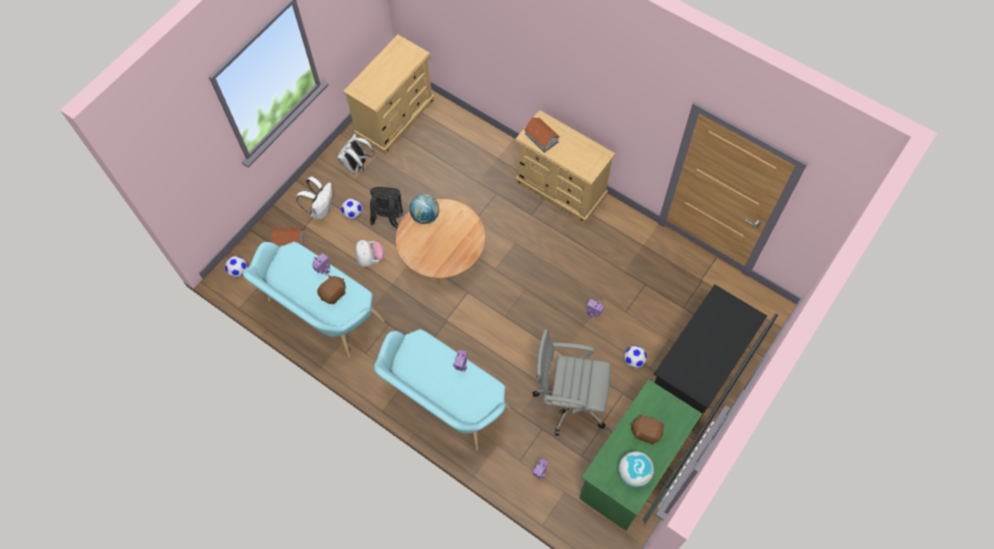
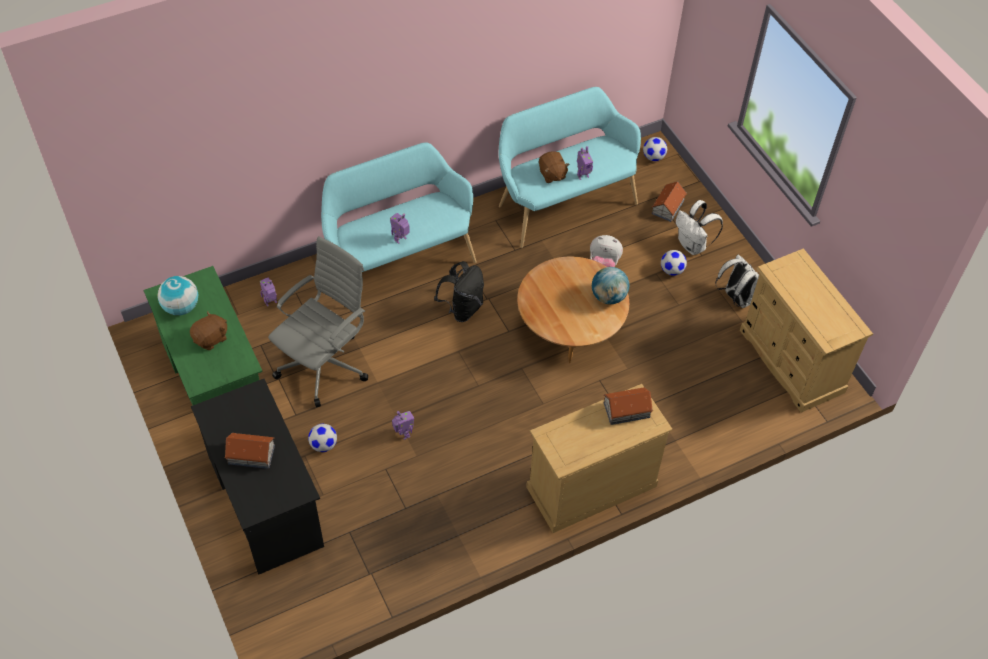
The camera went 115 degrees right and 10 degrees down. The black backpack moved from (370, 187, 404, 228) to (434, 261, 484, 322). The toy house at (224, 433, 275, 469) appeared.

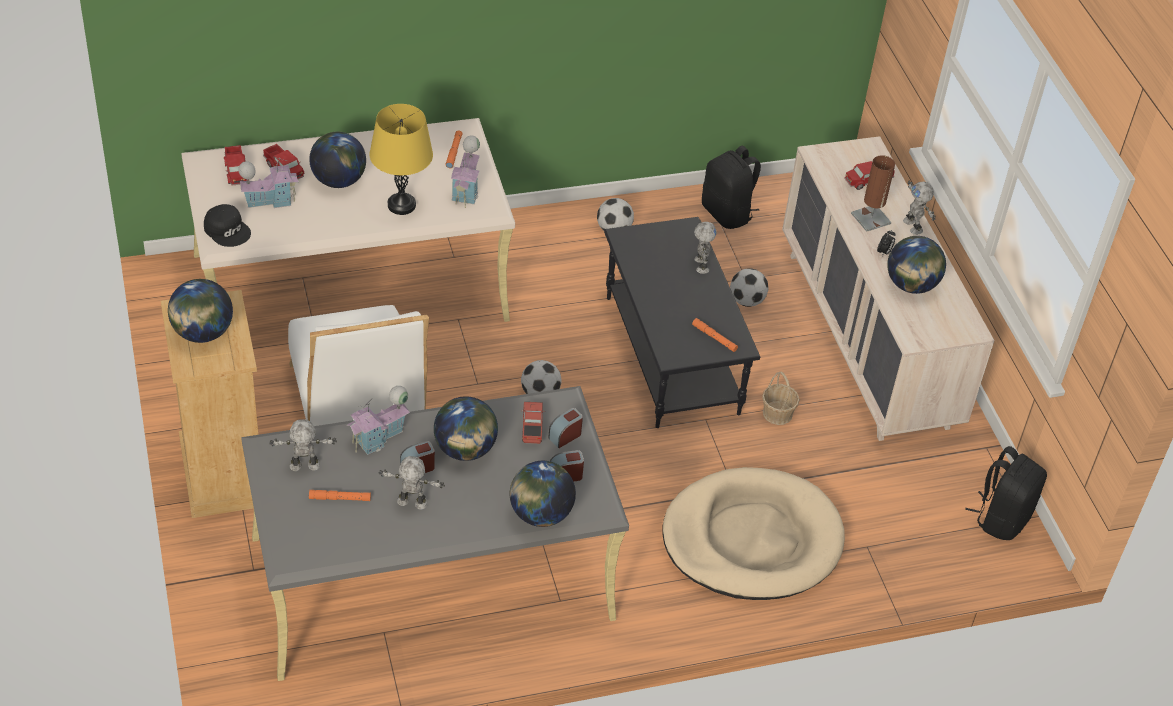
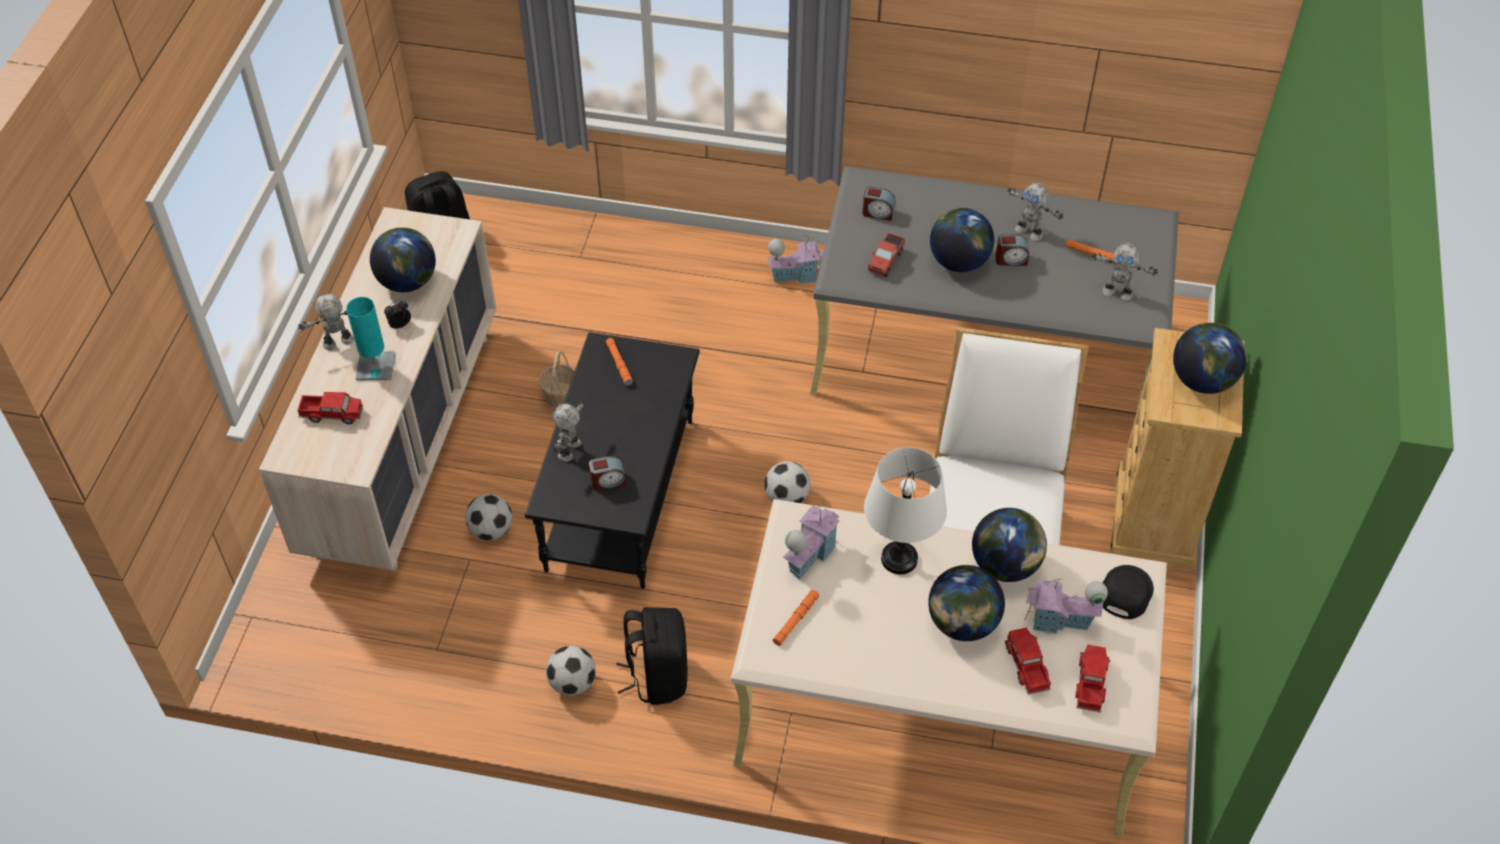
The camera went 150 degrees left and 5 degrees up. The yellow table lamp at (369, 104, 433, 215) became the white table lamp at (864, 447, 947, 574). The black backpack moved from (702, 146, 761, 229) to (616, 607, 688, 705). The brown table lamp at (851, 155, 895, 232) became the turquoise table lamp at (346, 297, 395, 380). The toy robot at (903, 180, 936, 235) turned 120 degrees counterclockwise. The black cap at (204, 204, 251, 247) turned 45 degrees clockwise. The toy house moved from (346, 386, 410, 455) to (768, 235, 824, 284). The alarm clock moved from (548, 408, 583, 448) to (589, 456, 626, 491). The globe moved from (510, 461, 576, 527) to (972, 508, 1047, 582). The beige dog bed at (663, 467, 845, 600) disappeared.

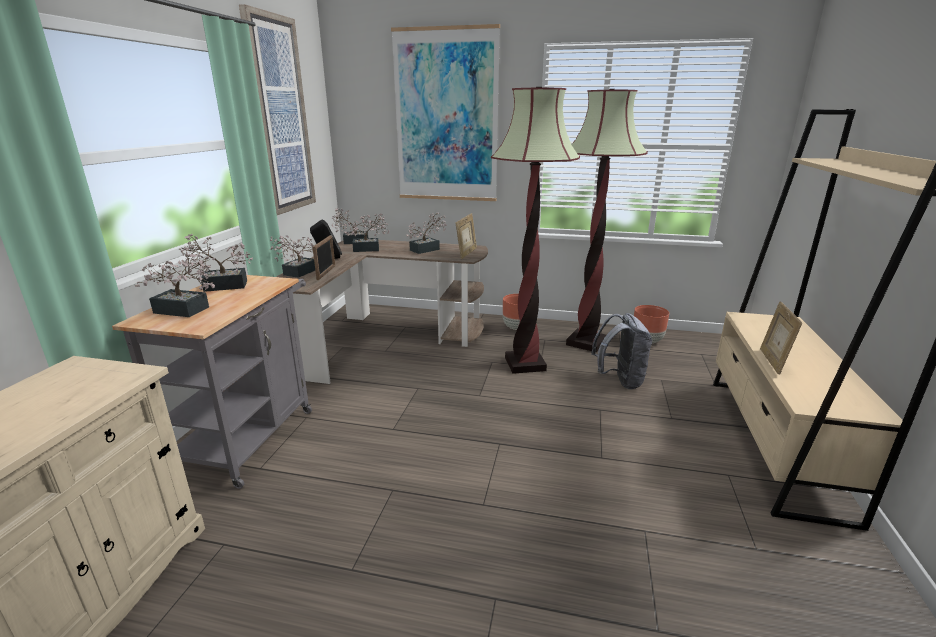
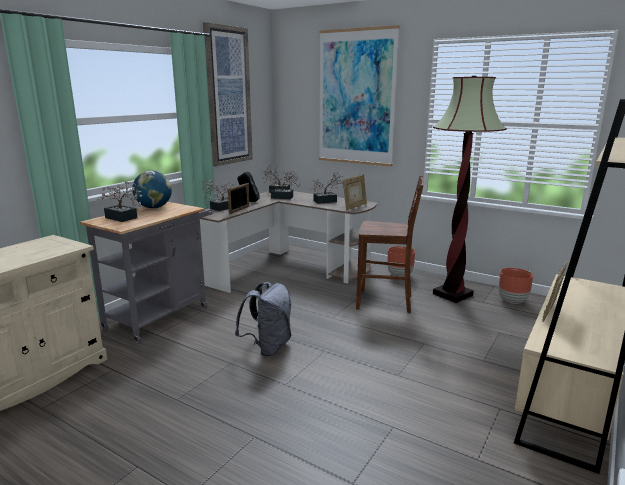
The camera went 20 degrees right and 5 degrees down. The floor lamp at (491, 87, 580, 374) was replaced by the brown chair at (356, 176, 424, 313). The potted plant at (179, 234, 253, 292) was replaced by the globe at (132, 171, 172, 208). The grey backpack moved from (591, 313, 652, 389) to (235, 282, 291, 357).

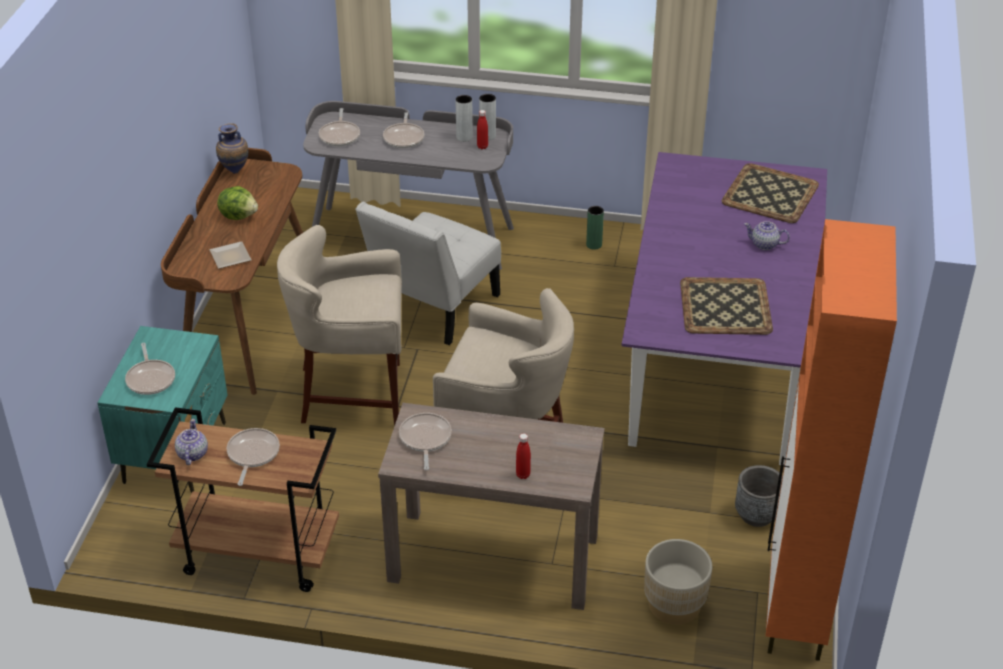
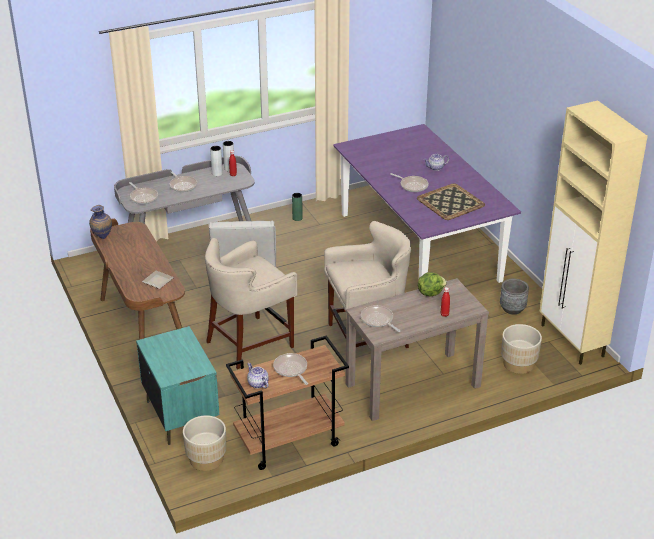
The camera went 35 degrees left and 5 degrees down. The tray at (722, 163, 819, 223) disappeared. The lettuce moved from (217, 186, 258, 220) to (418, 272, 447, 297). The orange cabinet at (766, 219, 897, 661) became the beige cabinet at (539, 101, 648, 365). The frying pan moved from (125, 343, 175, 395) to (390, 173, 429, 192). The beige planter at (183, 415, 226, 471) appeared.

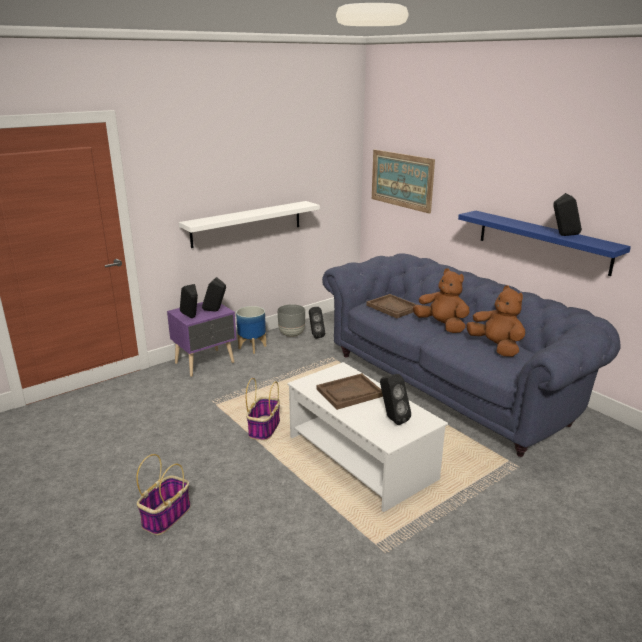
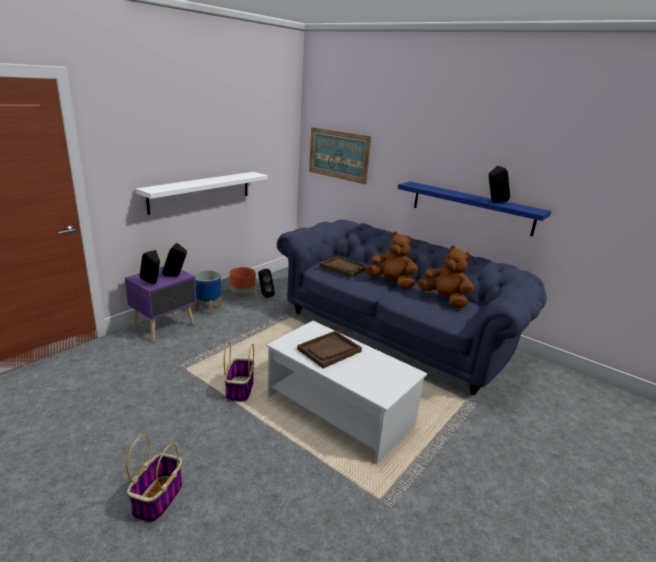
The camera went 15 degrees left and 0 degrees up. The grey planter at (278, 304, 305, 337) became the brown planter at (230, 267, 256, 297). The black speaker at (380, 374, 411, 425) disappeared.

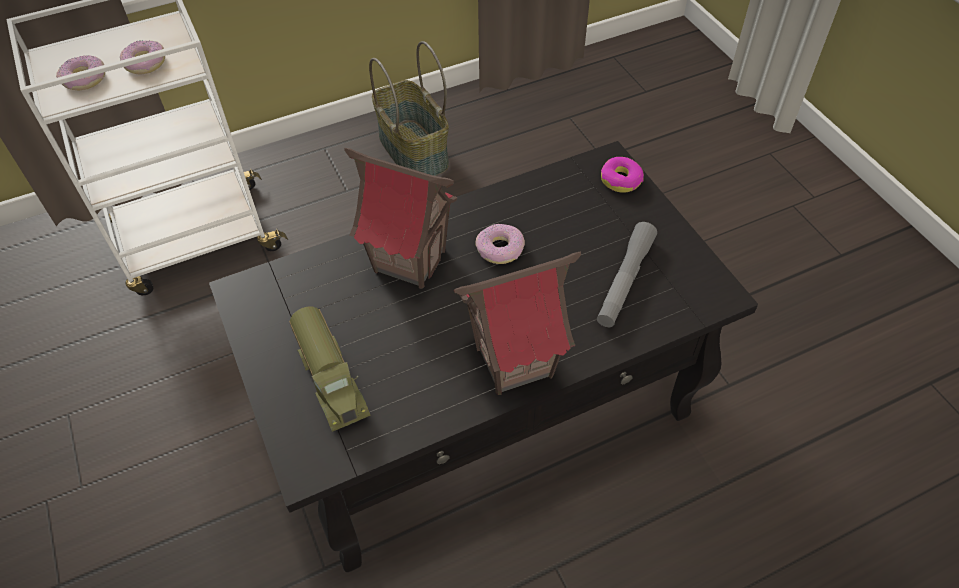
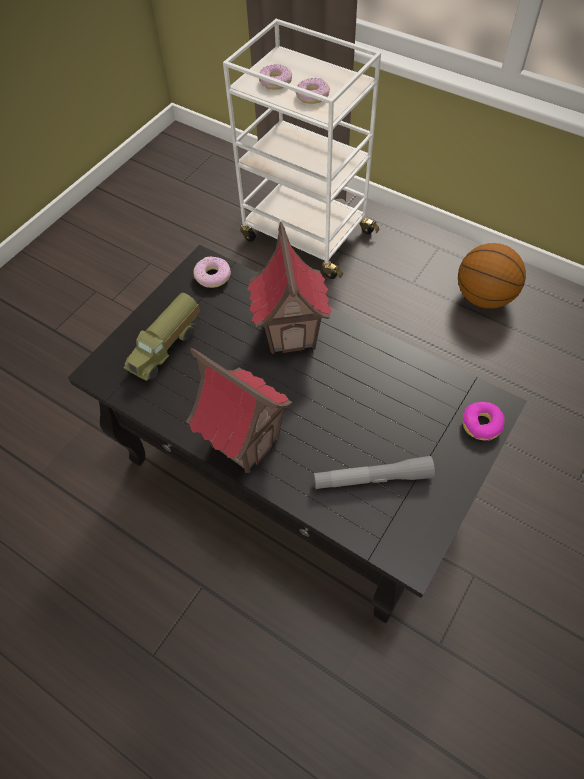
The camera went 60 degrees right and 5 degrees up. The basket at (369, 41, 449, 176) was replaced by the basketball at (458, 243, 526, 309). The donut moved from (475, 224, 525, 264) to (194, 257, 231, 288).

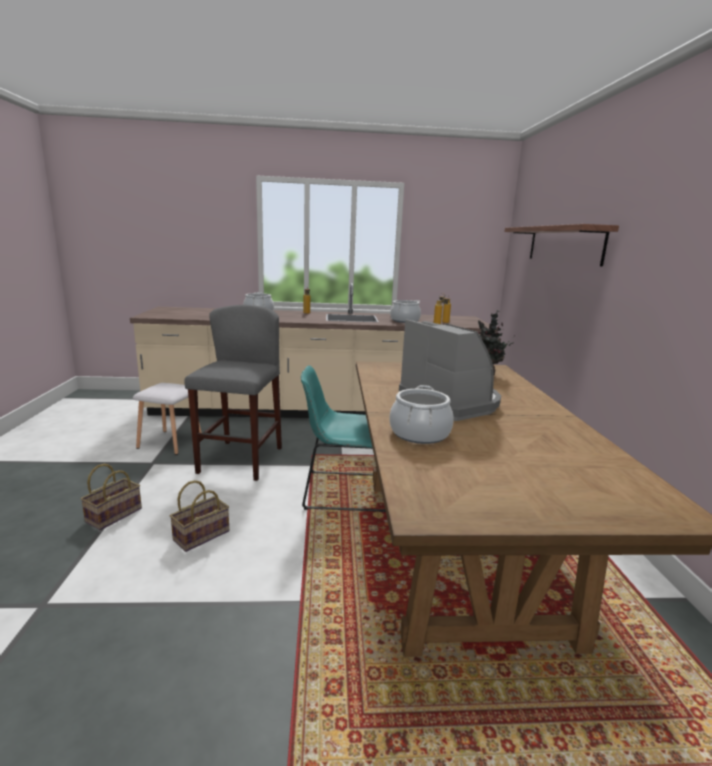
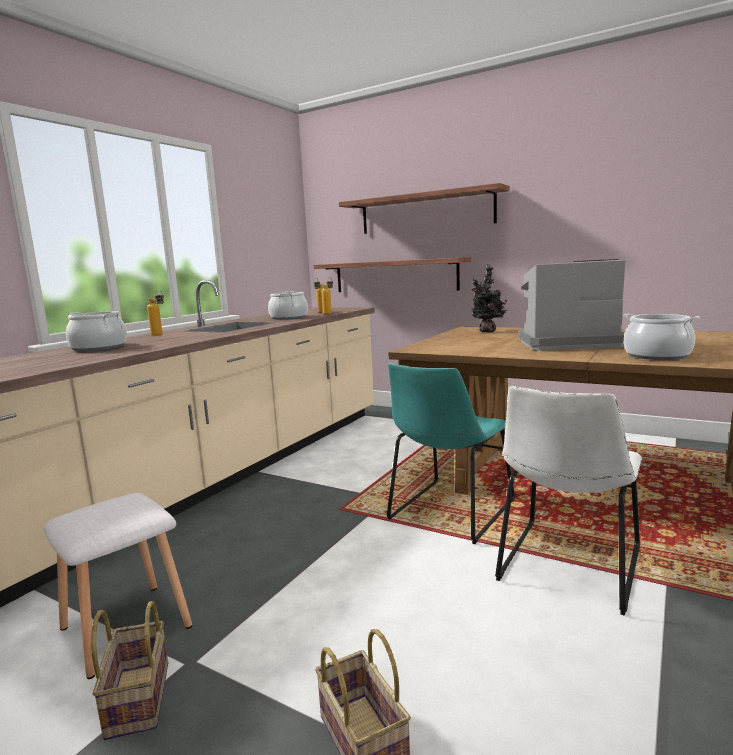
The camera went 55 degrees left and 5 degrees down. The grey stool at (184, 305, 282, 481) disappeared. The basket moved from (170, 480, 229, 552) to (91, 601, 168, 740). The shelf at (314, 257, 471, 292) appeared. The white chair at (495, 386, 642, 616) appeared.

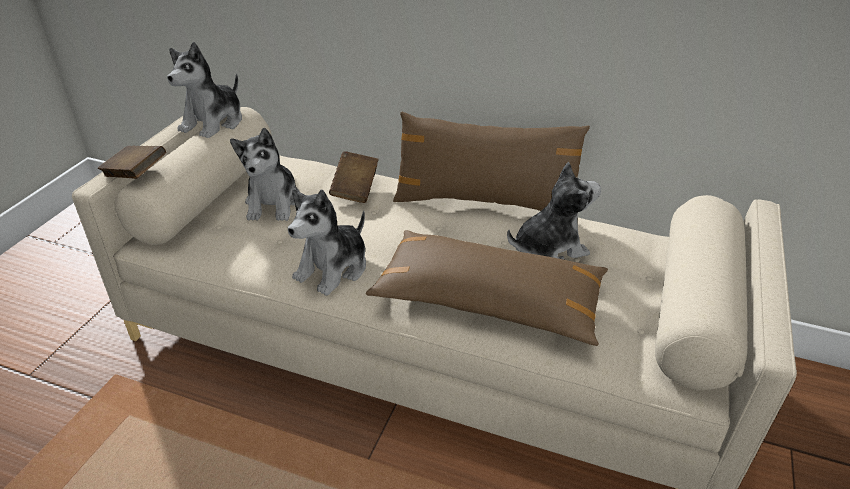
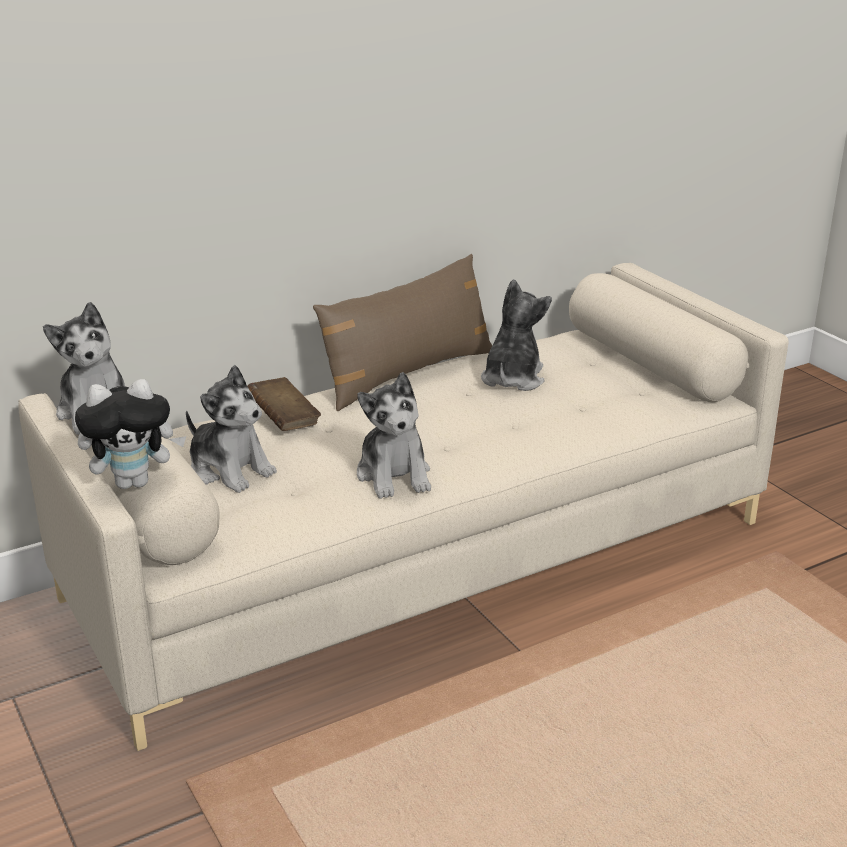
The camera went 50 degrees left and 10 degrees down. The brown book at (98, 145, 166, 179) was replaced by the plush toy at (75, 379, 186, 489). The brown pillow at (366, 230, 608, 346) disappeared.

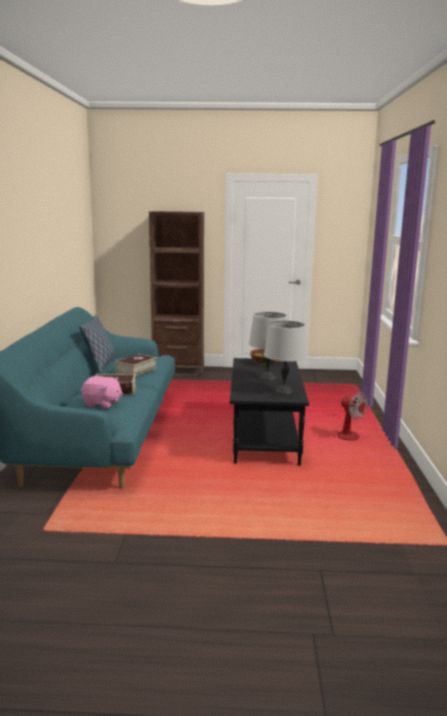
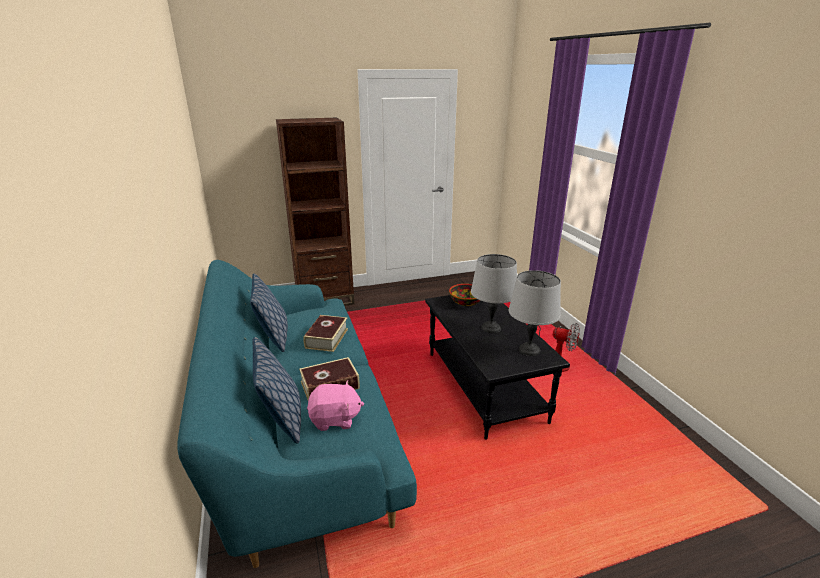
The camera went 20 degrees left and 10 degrees up. The pillow at (252, 337, 301, 444) appeared.

